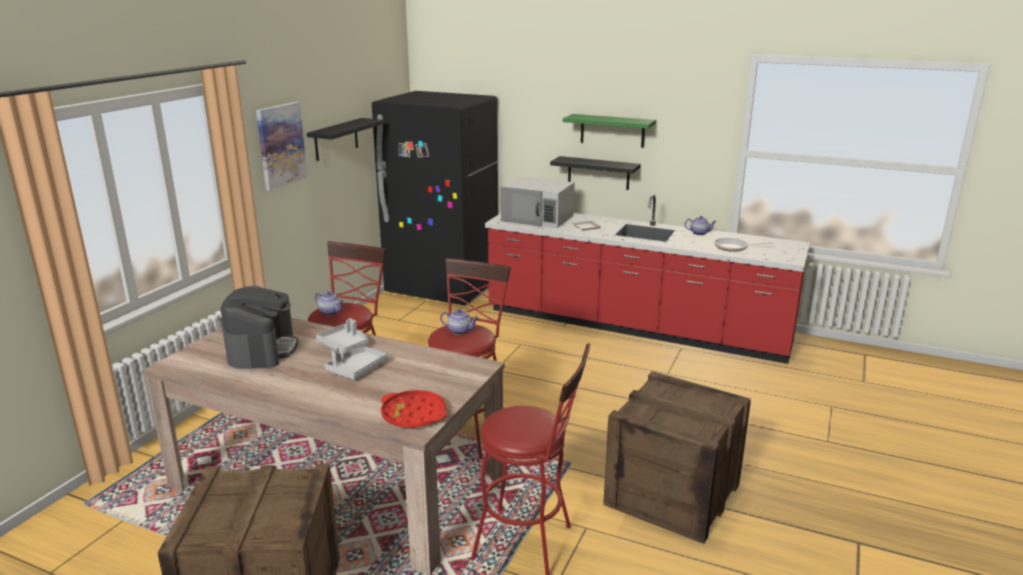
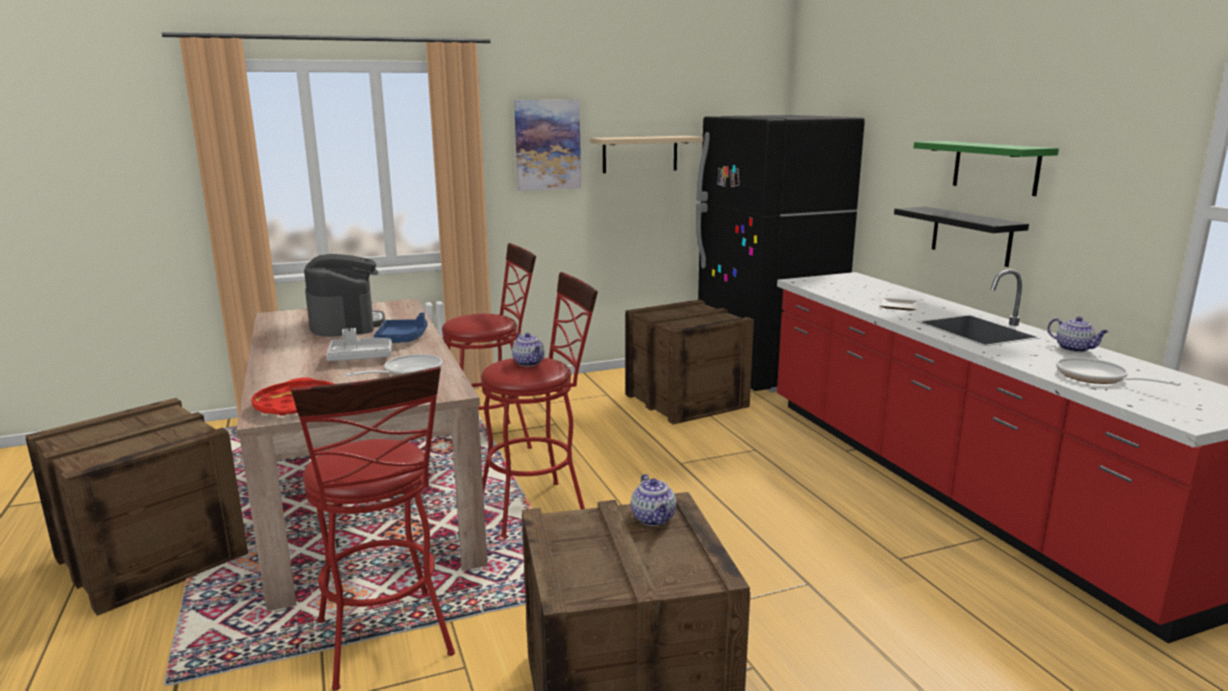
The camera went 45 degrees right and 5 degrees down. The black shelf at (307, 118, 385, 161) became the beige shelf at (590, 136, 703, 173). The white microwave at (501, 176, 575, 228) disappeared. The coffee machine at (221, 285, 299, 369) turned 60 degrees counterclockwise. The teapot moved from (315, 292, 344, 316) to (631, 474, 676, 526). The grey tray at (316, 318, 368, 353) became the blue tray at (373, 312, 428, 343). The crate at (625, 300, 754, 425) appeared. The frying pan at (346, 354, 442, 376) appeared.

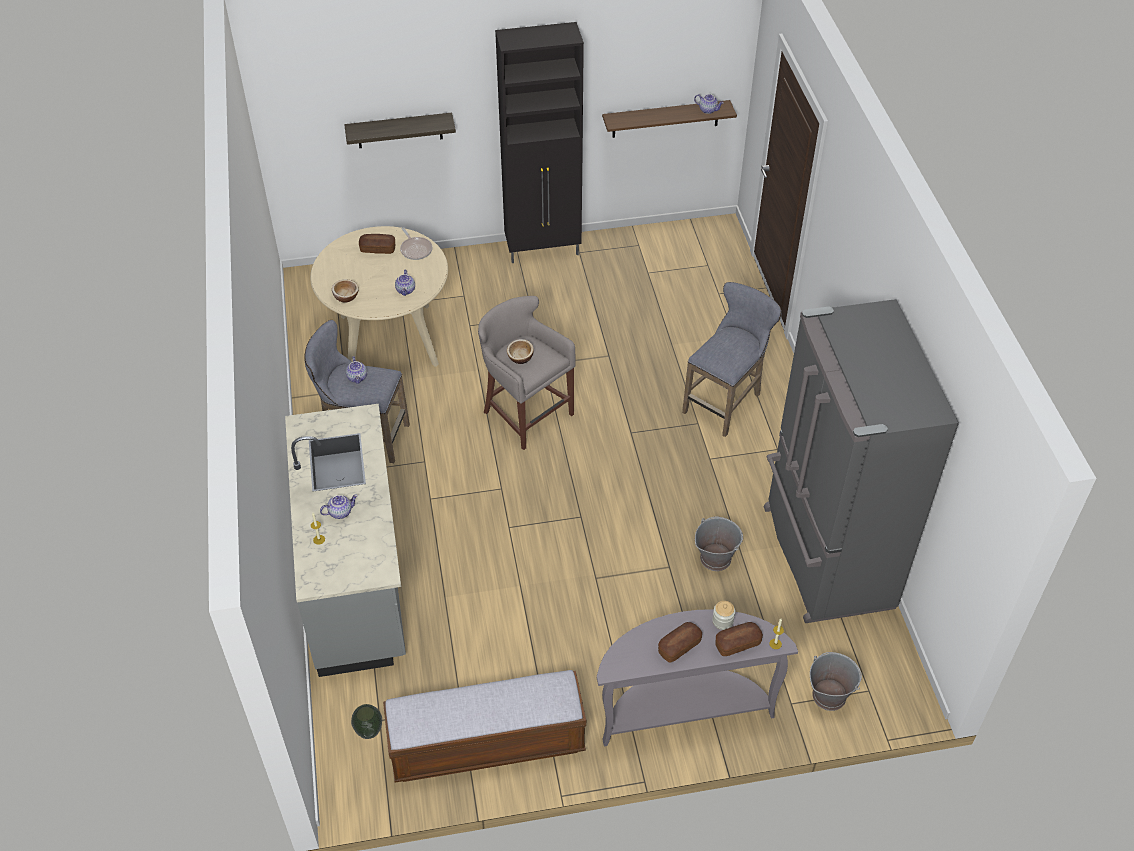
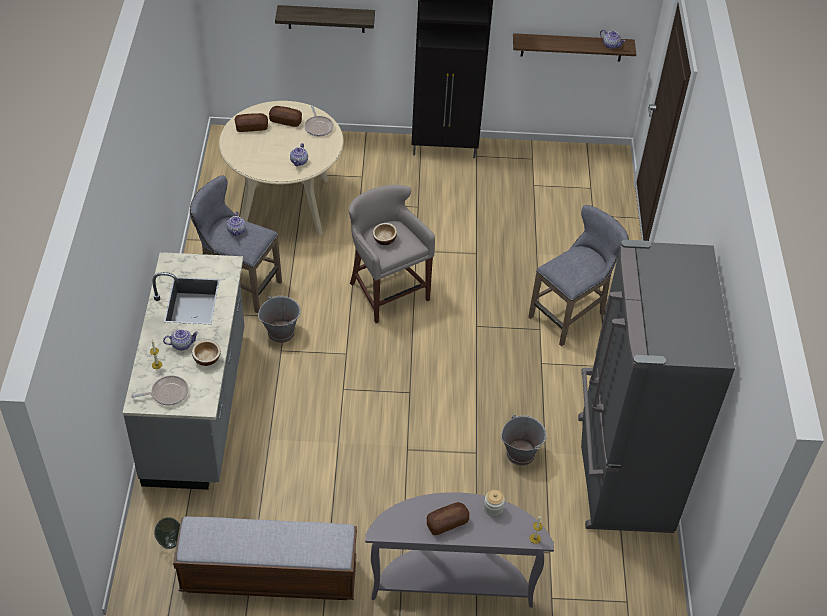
The camera went 10 degrees right and 0 degrees up. The bowl moved from (332, 279, 359, 302) to (192, 340, 221, 366). The bread moved from (715, 622, 763, 656) to (235, 113, 268, 132). The grey bucket moved from (810, 652, 862, 711) to (258, 296, 301, 343). The frying pan at (131, 375, 188, 406) appeared.

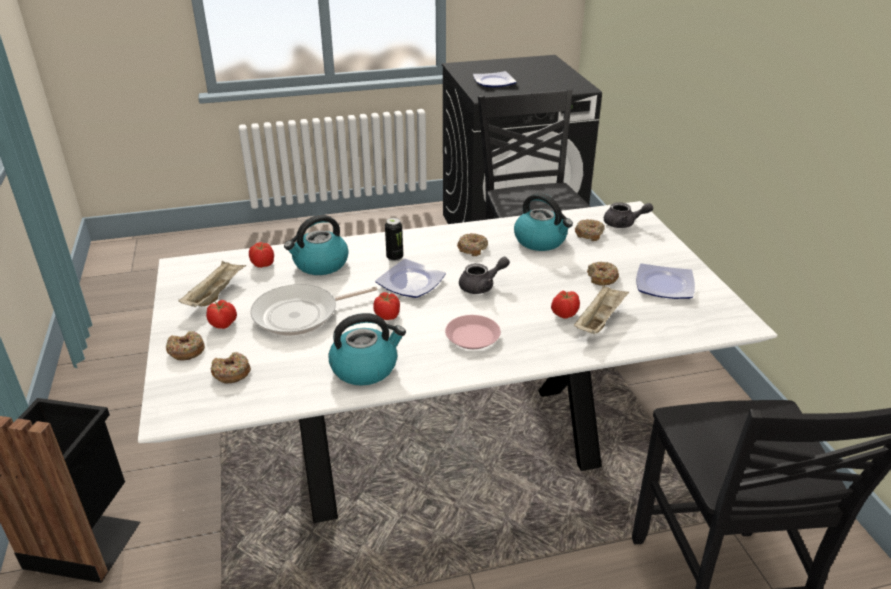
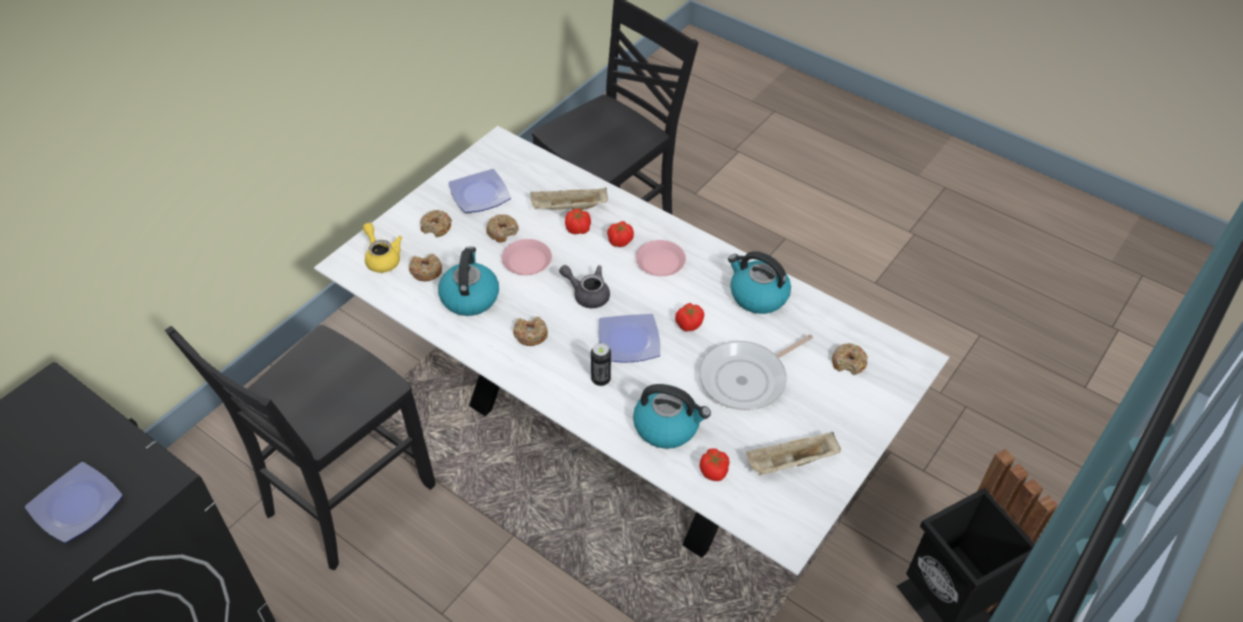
The camera went 130 degrees left and 15 degrees up. The grey teapot at (604, 202, 653, 228) became the yellow teapot at (363, 223, 402, 273). The frying pan at (250, 284, 378, 336) turned 120 degrees clockwise. The tomato moved from (206, 300, 237, 329) to (607, 221, 634, 247). The donut moved from (166, 331, 205, 360) to (420, 210, 452, 237). The pink plate at (502, 239, 552, 275) appeared.

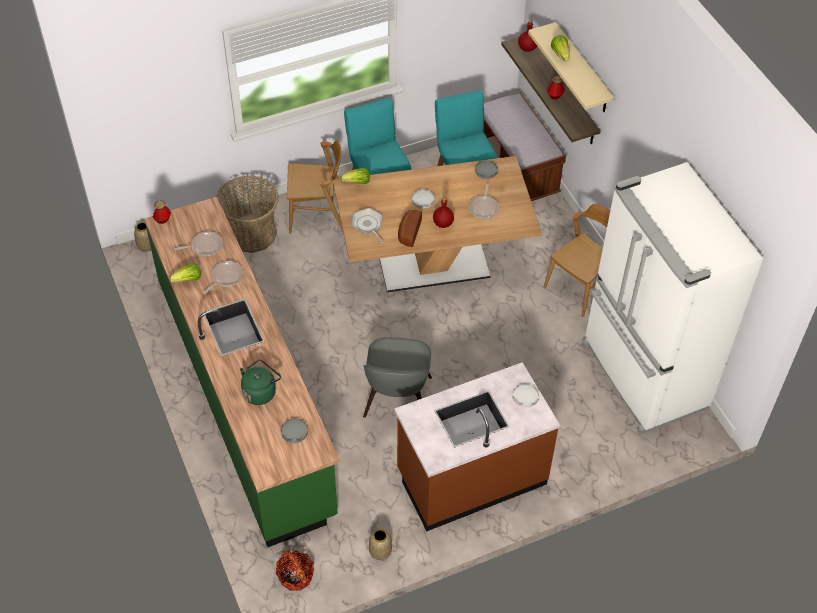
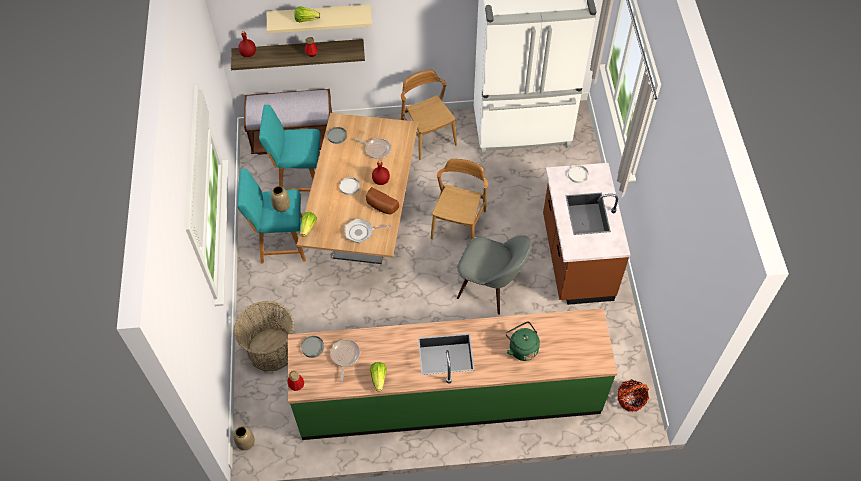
The camera went 70 degrees left and 5 degrees up. The brown chair moved from (287, 140, 343, 234) to (431, 159, 488, 240). The frying pan at (203, 261, 244, 294) disappeared. The grey plate moved from (281, 418, 308, 443) to (301, 336, 324, 358). The vase moved from (369, 529, 392, 560) to (271, 186, 290, 212).

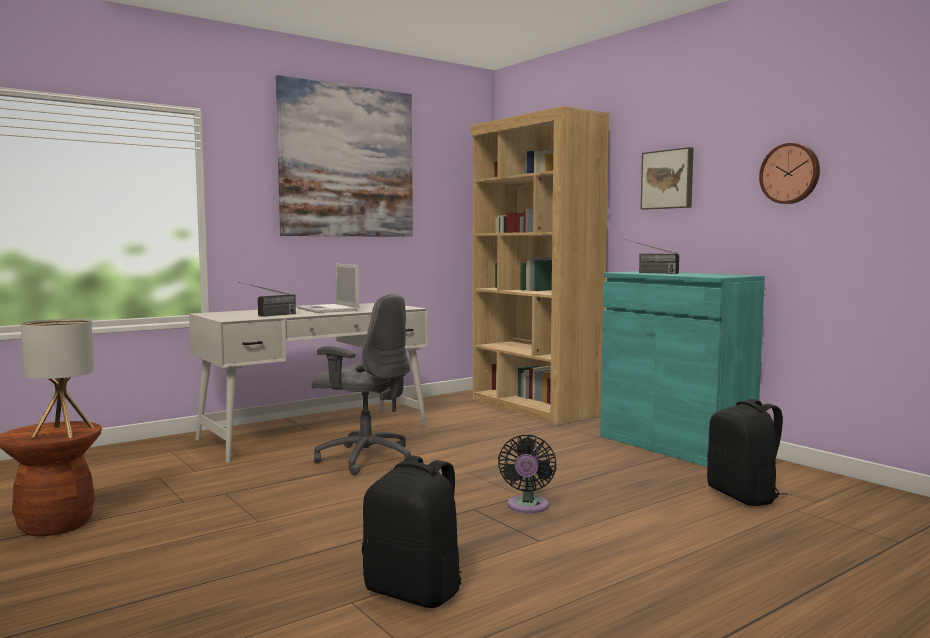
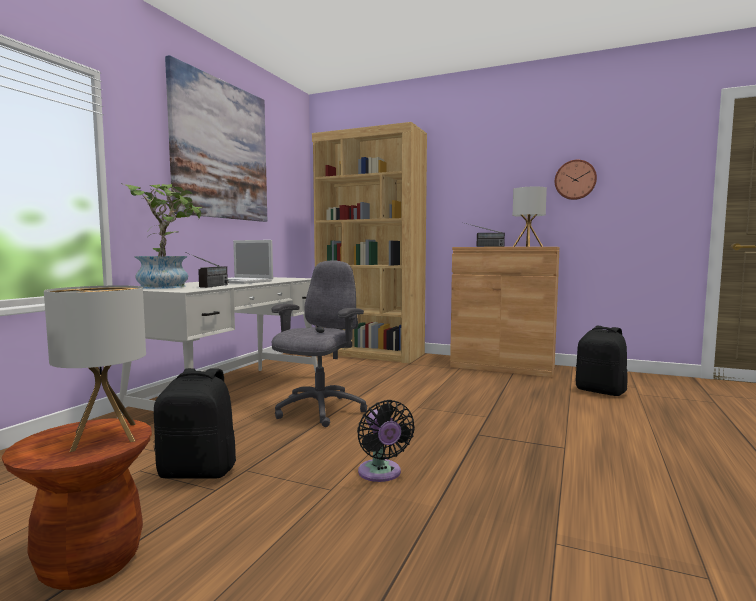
The camera went 30 degrees left and 0 degrees up. The picture at (641, 147, 693, 210) disappeared. The turquoise cabinet at (600, 271, 765, 467) became the brown cabinet at (450, 247, 560, 377). The grey office chair at (312, 294, 411, 475) turned 60 degrees counterclockwise. The black fan moved from (498, 434, 556, 513) to (357, 400, 415, 482). The black backpack moved from (362, 456, 462, 608) to (154, 368, 236, 479). The potted plant at (124, 184, 202, 289) appeared. The table lamp at (513, 187, 547, 247) appeared.

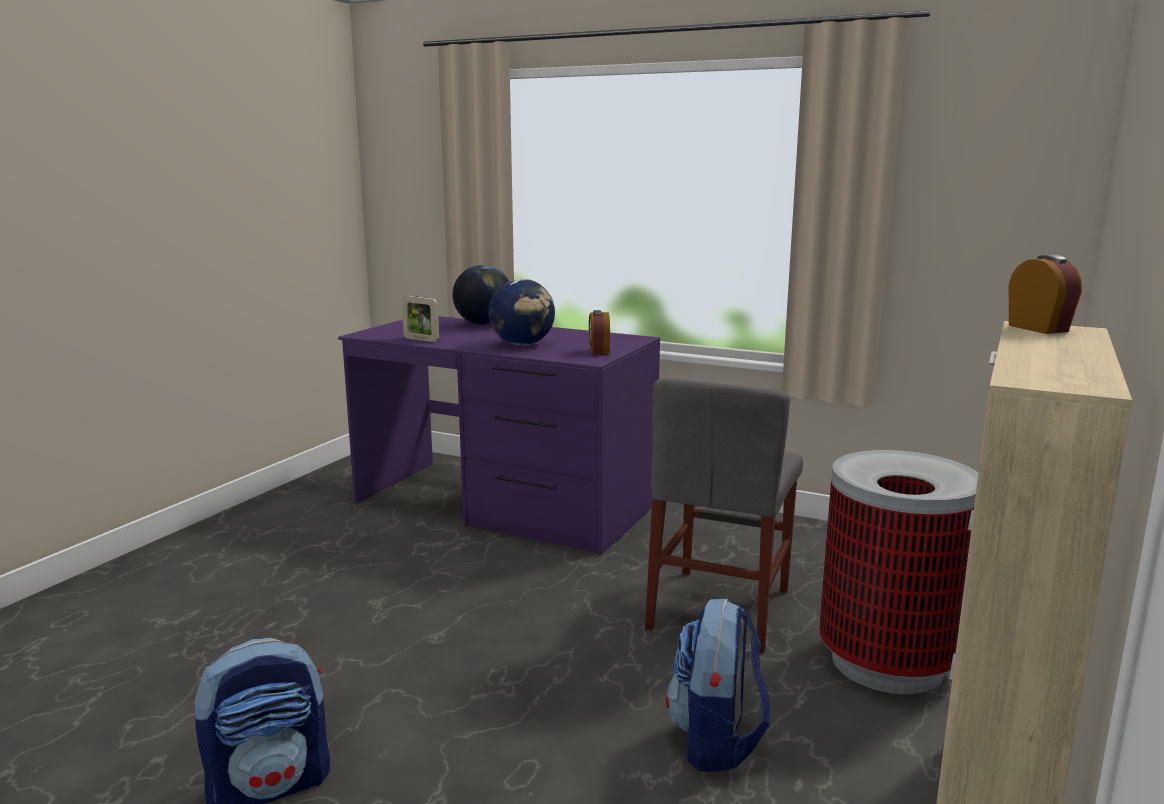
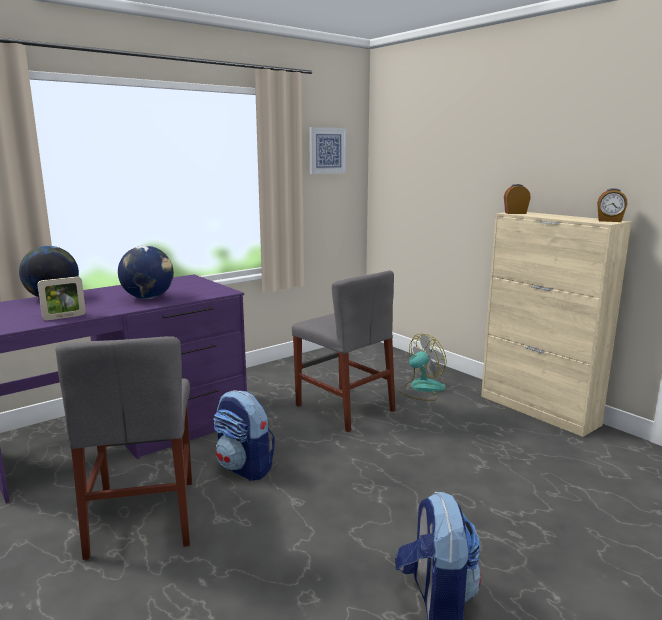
The camera went 65 degrees left and 0 degrees up. The alarm clock moved from (589, 310, 610, 355) to (597, 188, 627, 222). The trash can at (819, 450, 978, 694) was replaced by the fan at (399, 334, 446, 401). The backpack moved from (666, 598, 770, 772) to (213, 390, 275, 481). The picture at (309, 127, 346, 174) appeared. The grey chair at (56, 336, 192, 560) appeared.

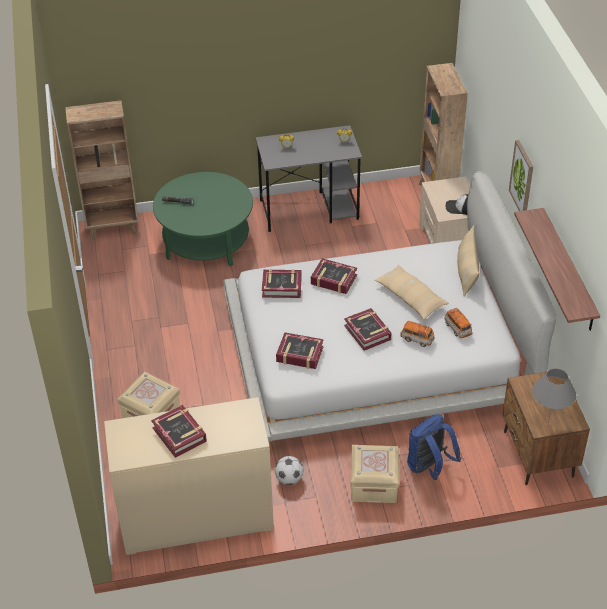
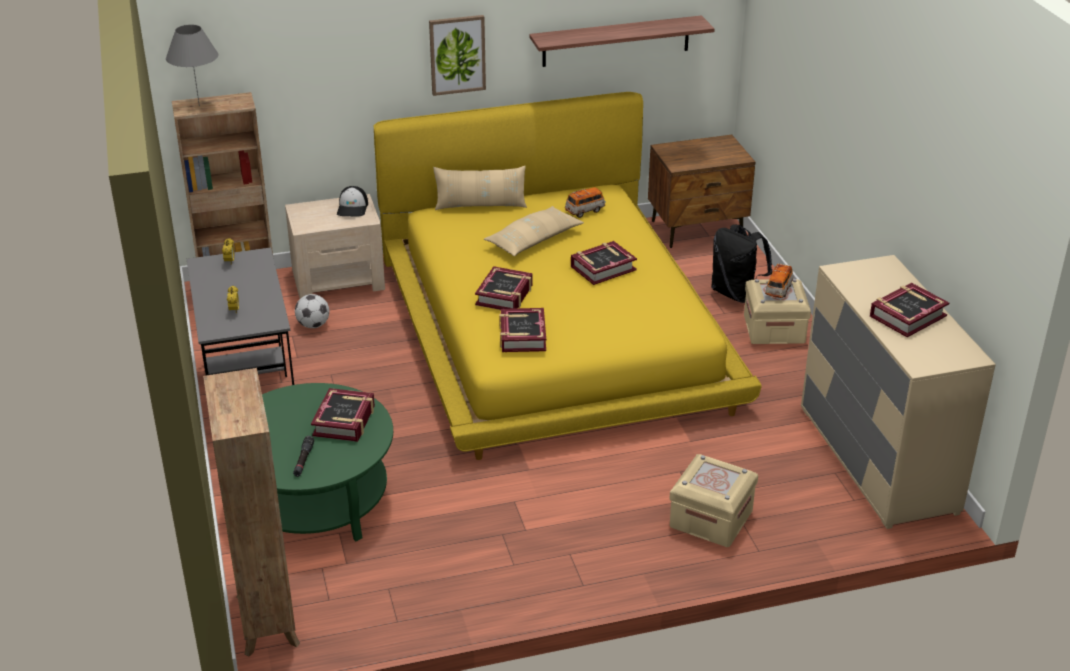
The camera went 95 degrees left and 10 degrees down. The white bed at (223, 171, 556, 442) became the yellow bed at (373, 92, 762, 460). The toy car moved from (400, 321, 435, 347) to (765, 263, 793, 298). The book moved from (276, 332, 324, 369) to (311, 388, 375, 442). The grey table lamp moved from (532, 368, 576, 422) to (166, 25, 218, 106). The blue backpack at (407, 414, 461, 480) became the black backpack at (711, 224, 772, 303). The football moved from (275, 456, 303, 485) to (295, 294, 329, 328).

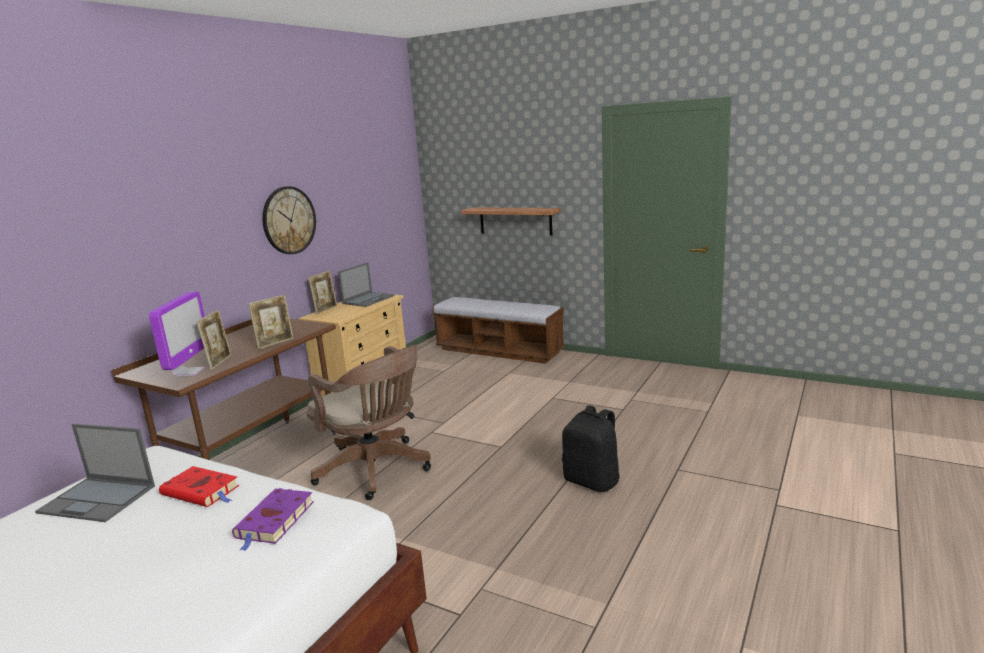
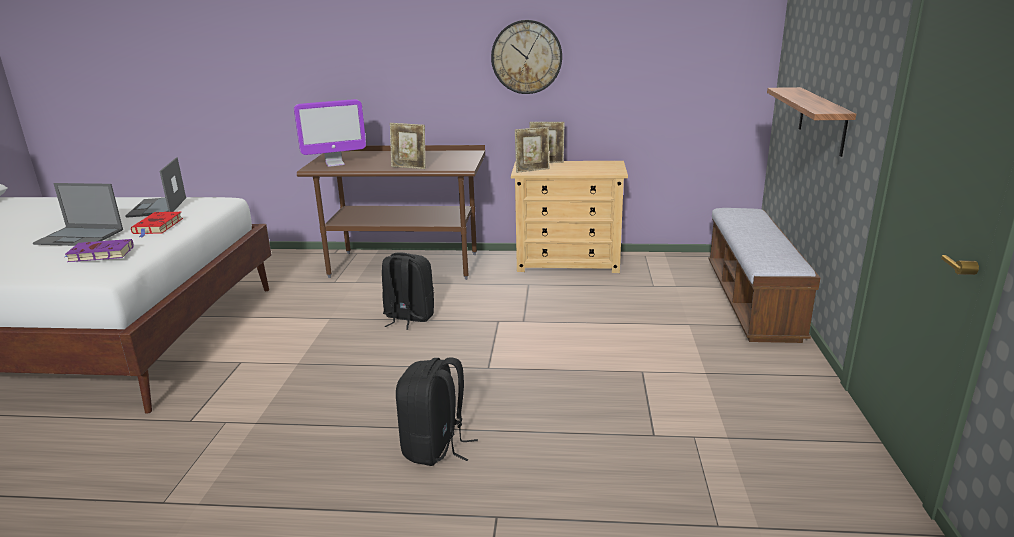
The camera went 65 degrees right and 5 degrees up. The laptop moved from (338, 263, 394, 307) to (33, 183, 123, 246). The picture frame moved from (197, 310, 231, 370) to (515, 127, 549, 173). The brown office chair at (306, 345, 431, 500) was replaced by the black backpack at (382, 252, 434, 330).

